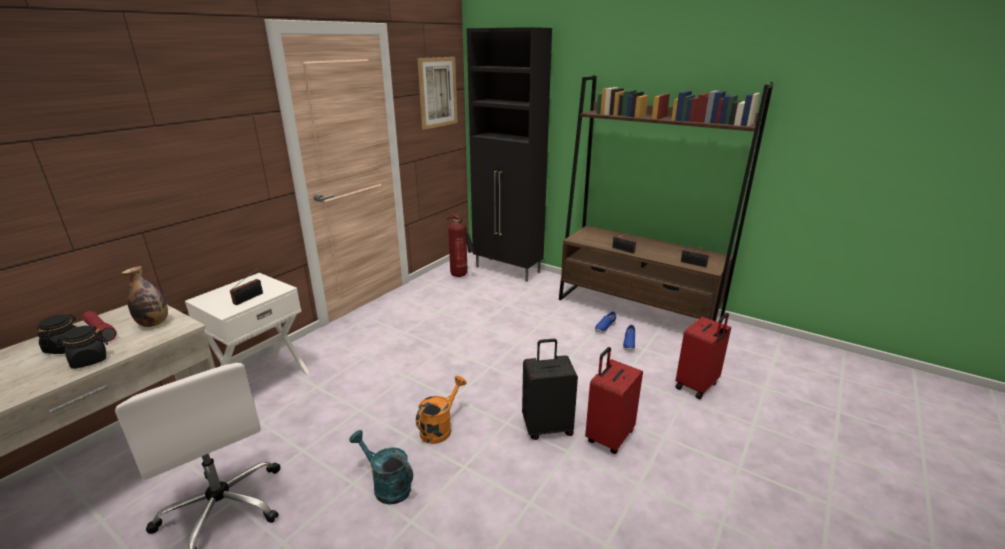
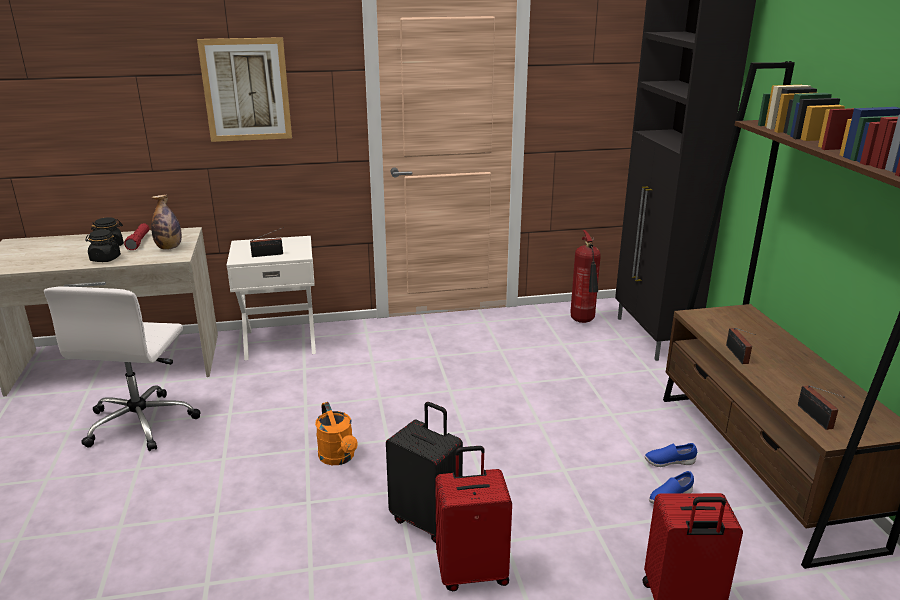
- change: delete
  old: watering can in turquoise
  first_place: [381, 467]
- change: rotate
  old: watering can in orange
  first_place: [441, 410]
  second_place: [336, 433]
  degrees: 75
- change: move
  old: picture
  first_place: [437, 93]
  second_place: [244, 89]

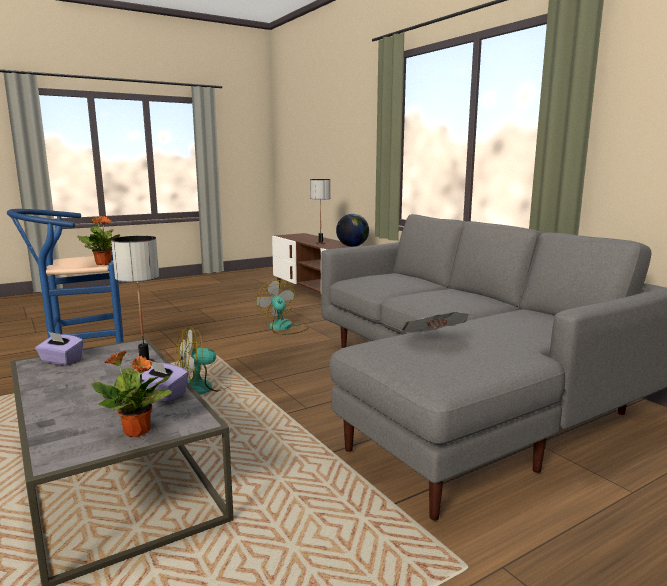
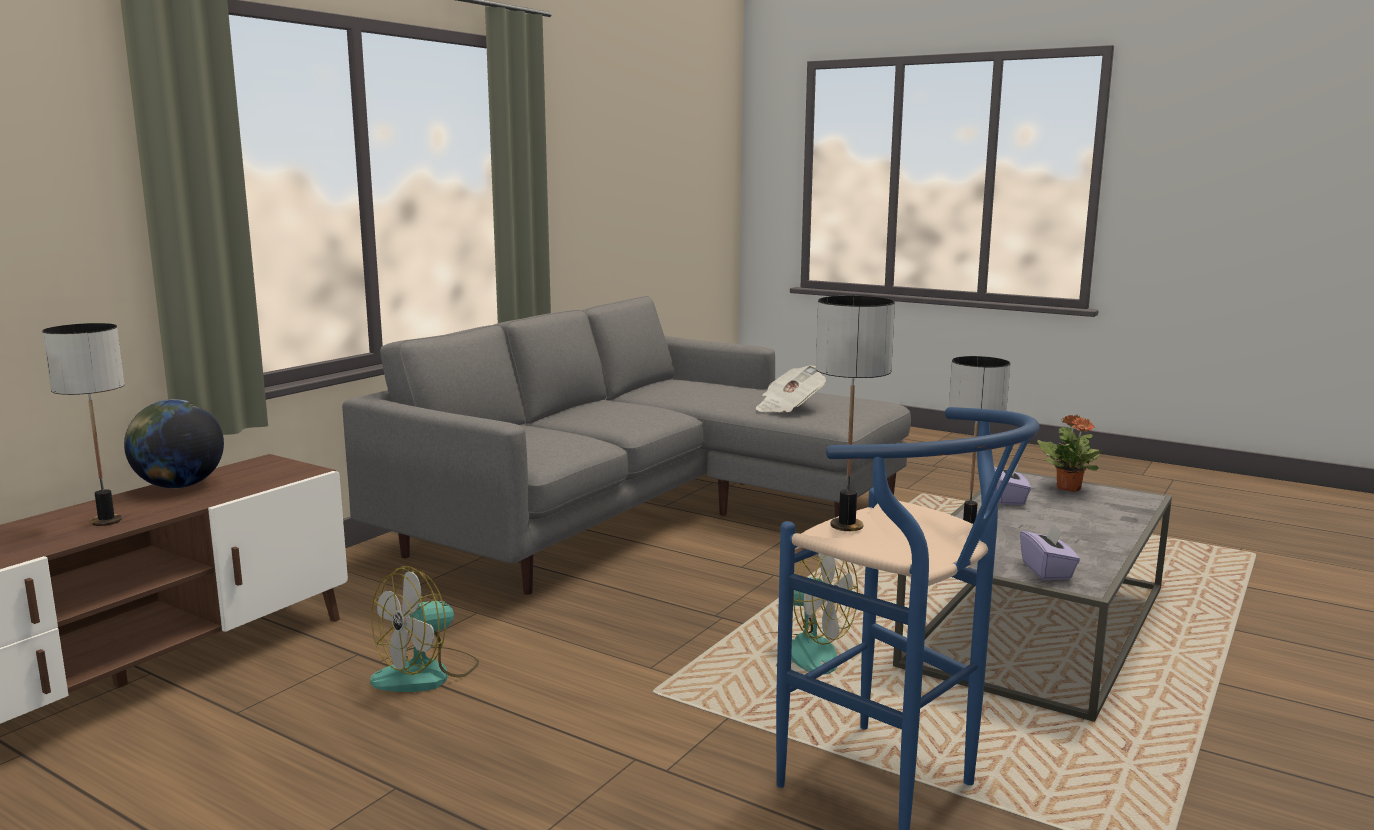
- change: replace
  old: potted plant
  new: table lamp
  first_place: [98, 240]
  second_place: [855, 413]

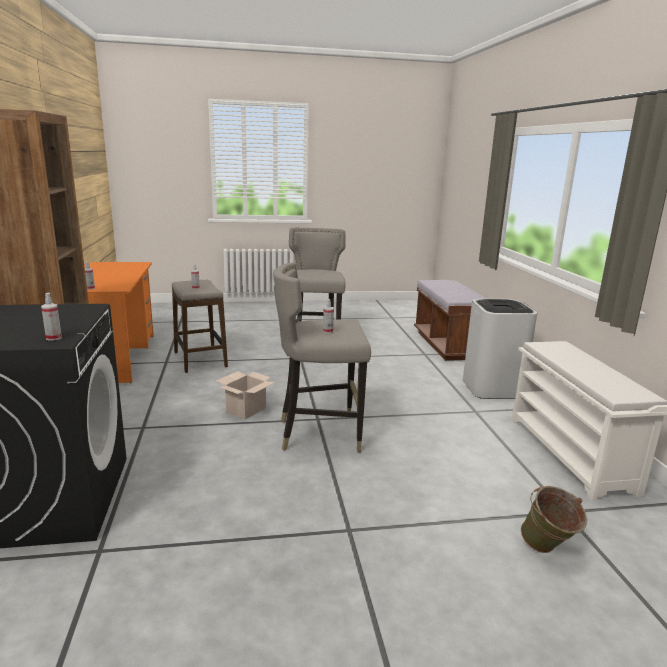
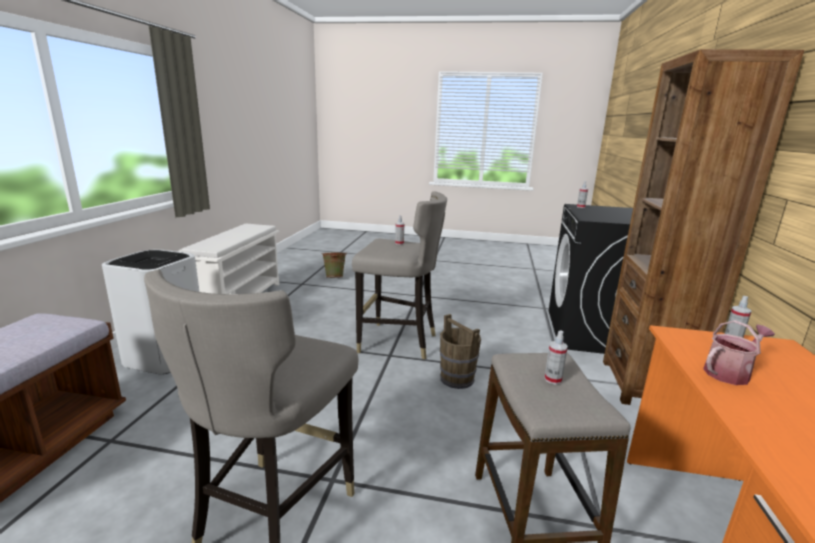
- change: replace
  old: cardboard box
  new: bucket in brown
  first_place: [245, 395]
  second_place: [460, 351]
- change: insert
  new: watering can
  second_place: [739, 352]

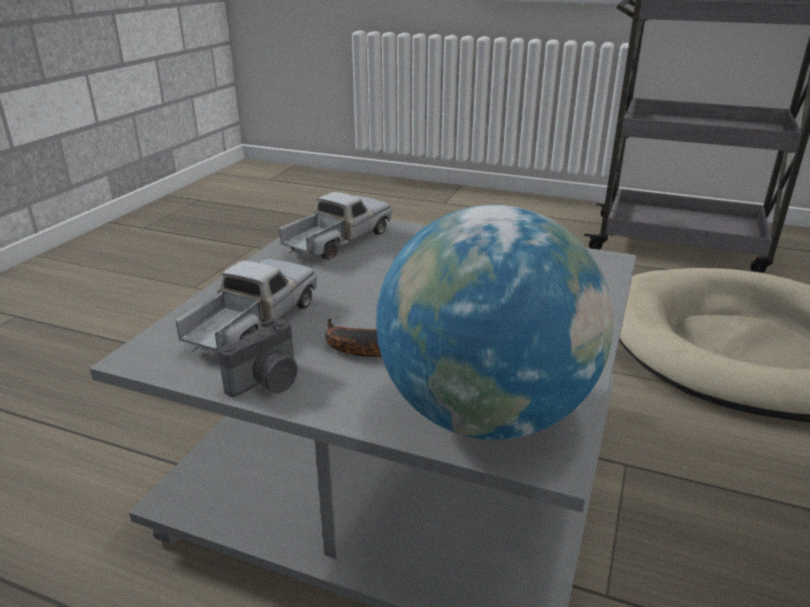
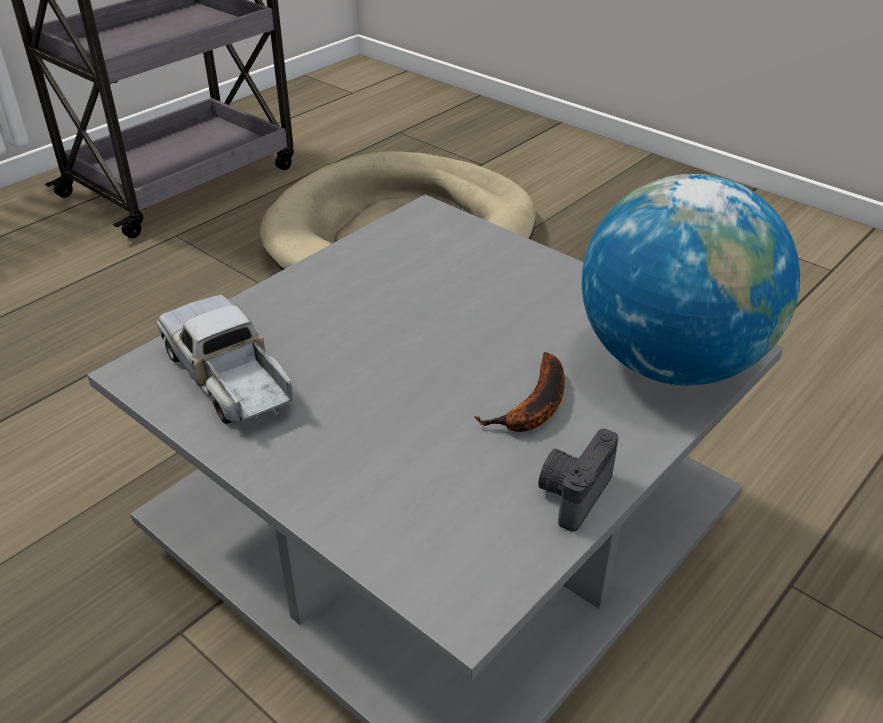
- change: delete
  old: toy truck
  first_place: [246, 307]
- change: rotate
  old: photo camera
  first_place: [258, 357]
  second_place: [578, 480]
  degrees: -120

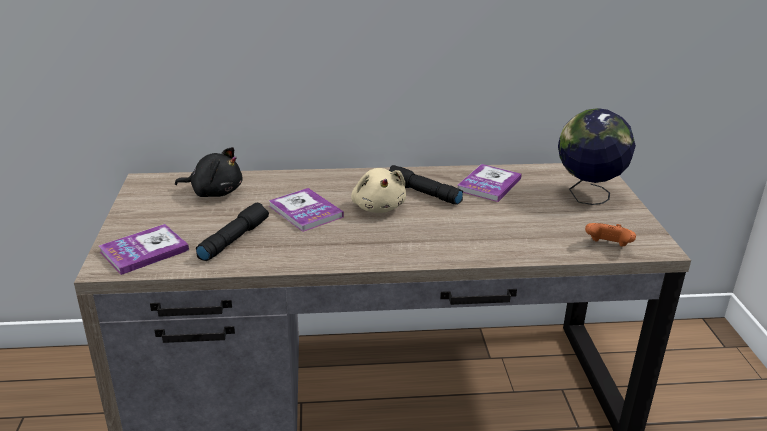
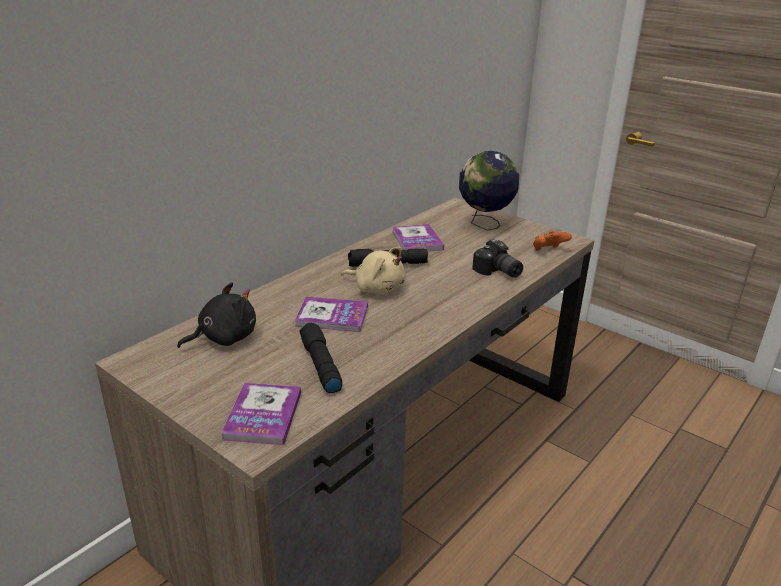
- change: insert
  new: photo camera
  second_place: [497, 258]

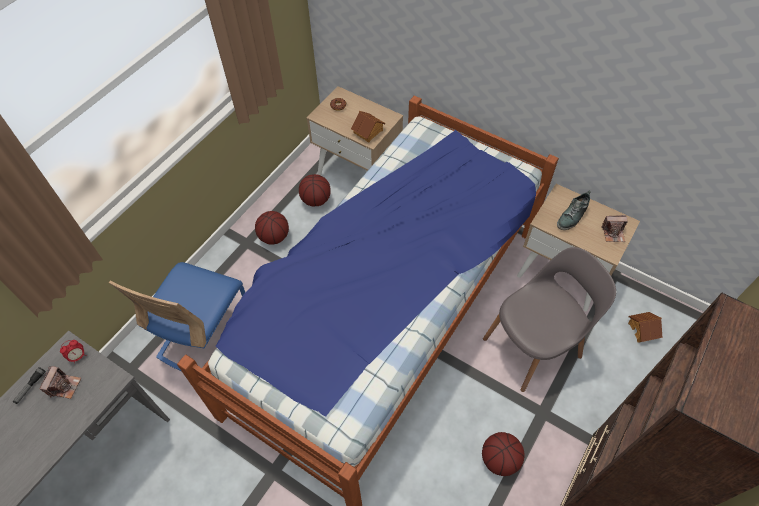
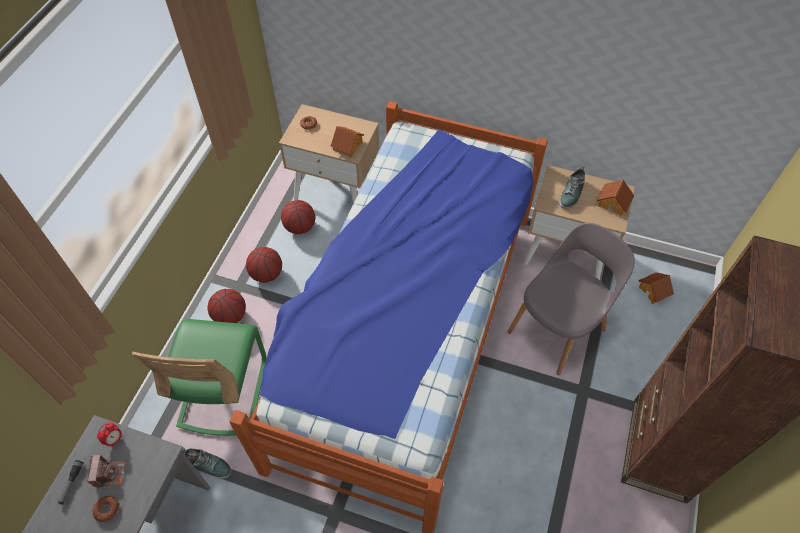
- change: recolor
  old: chair in blue
  new: chair in green
  first_place: [177, 316]
  second_place: [199, 377]
- change: move
  old: basketball
  first_place: [503, 454]
  second_place: [227, 306]
- change: replace
  old: photo camera
  new: toy house
  first_place: [614, 228]
  second_place: [615, 197]
- change: insert
  new: donut
  second_place: [106, 509]
- change: insert
  new: shoe
  second_place: [206, 463]

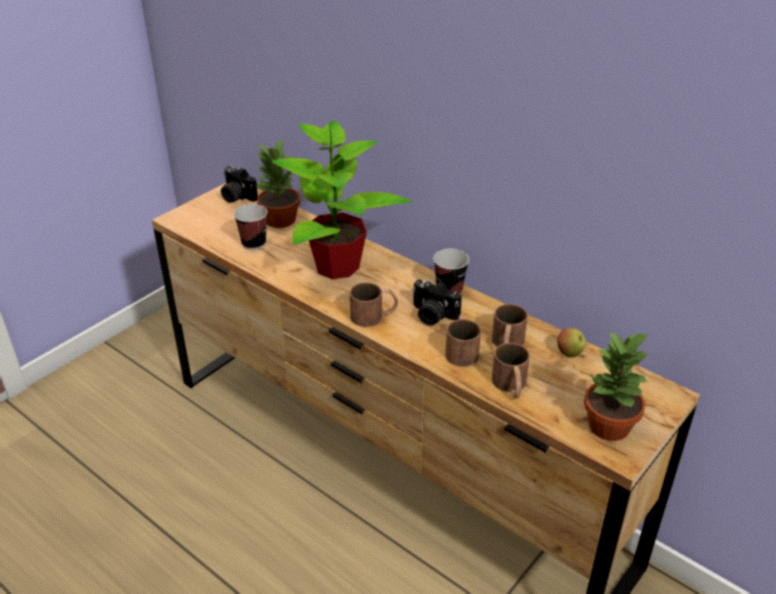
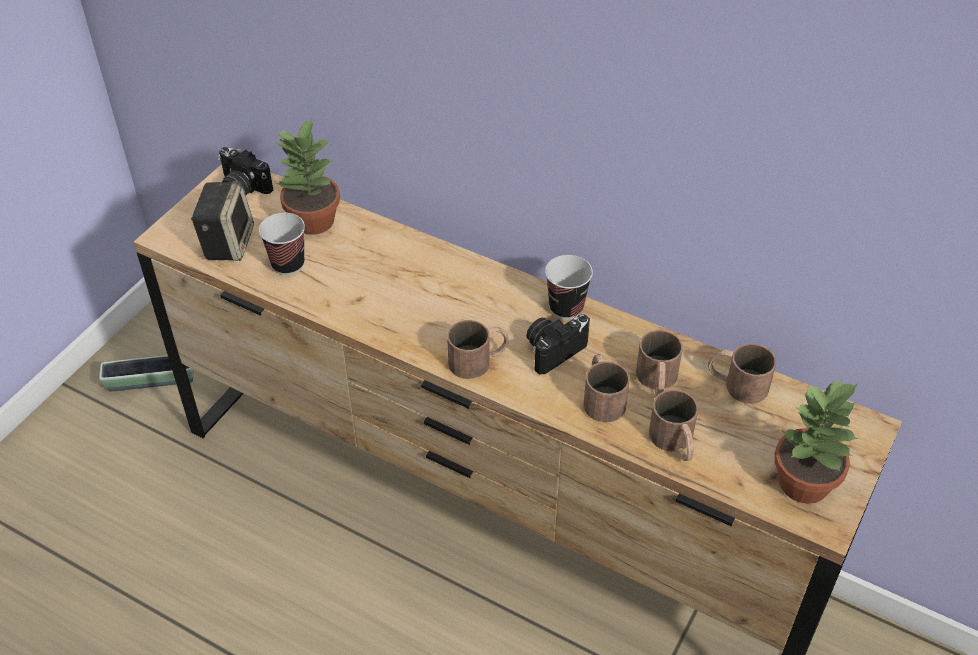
- change: delete
  old: potted plant
  first_place: [342, 200]
- change: rotate
  old: photo camera
  first_place: [437, 303]
  second_place: [558, 344]
  degrees: 120
- change: replace
  old: apple
  new: mug in brown
  first_place: [571, 342]
  second_place: [742, 373]
- change: insert
  new: planter
  second_place: [146, 373]
- change: insert
  new: speaker
  second_place: [222, 221]

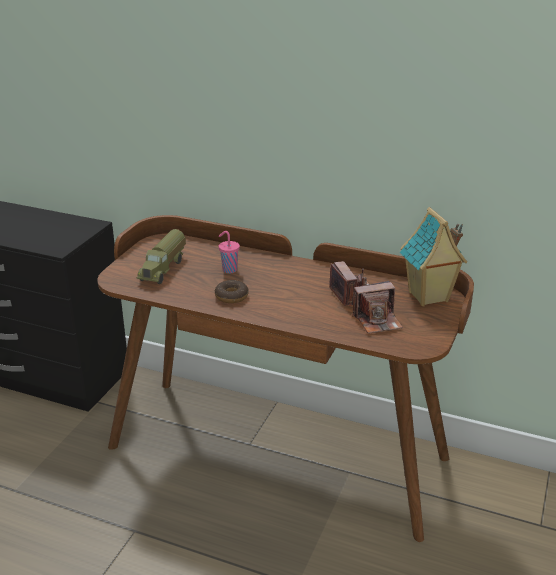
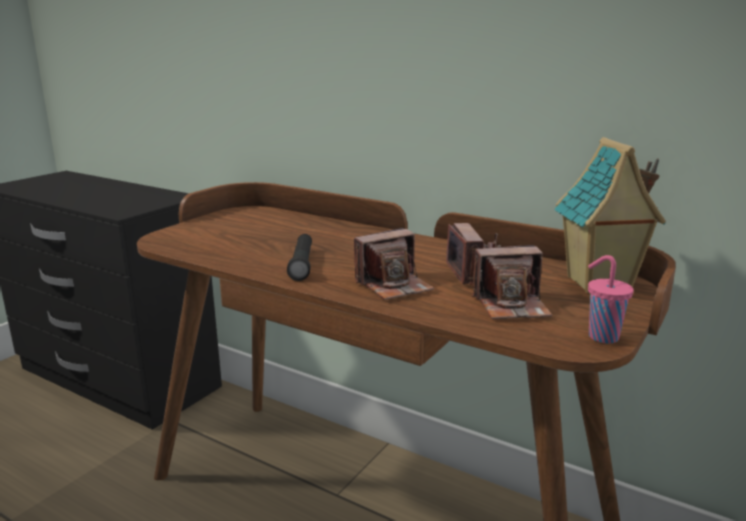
- change: delete
  old: toy truck
  first_place: [161, 256]
- change: replace
  old: donut
  new: flashlight in black
  first_place: [232, 291]
  second_place: [299, 257]
- change: move
  old: cup in pink
  first_place: [229, 252]
  second_place: [611, 299]
- change: insert
  new: photo camera
  second_place: [394, 264]

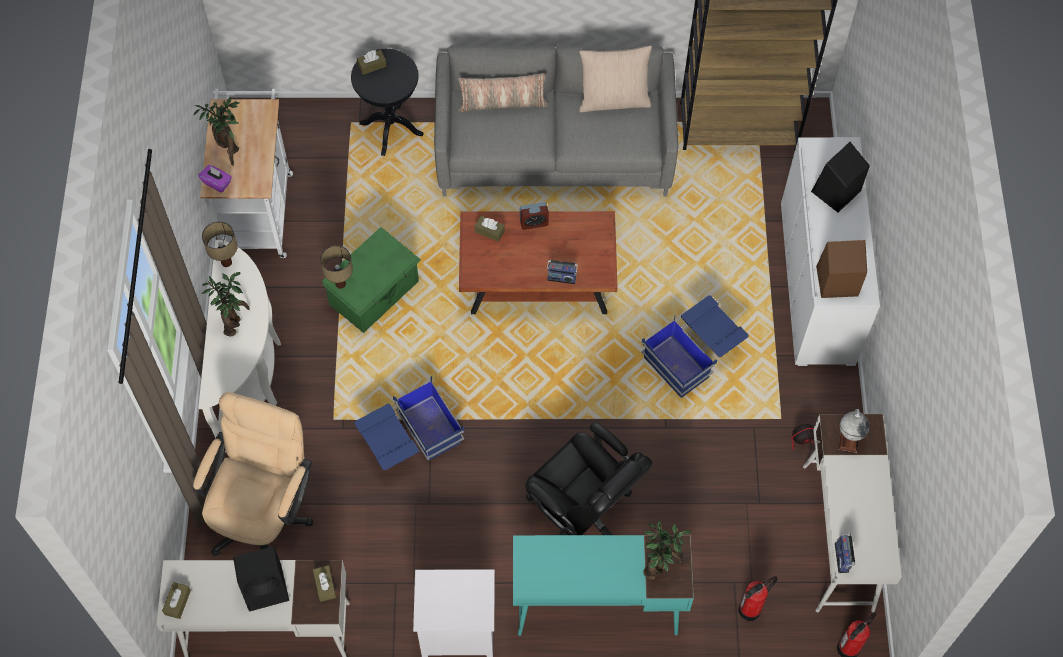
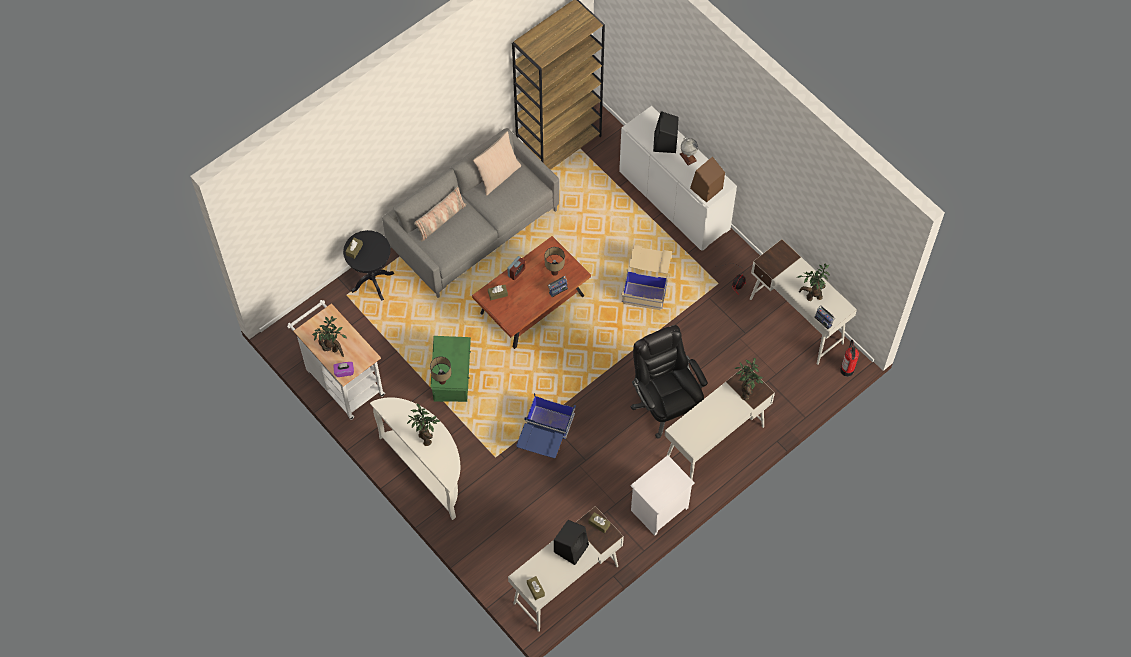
- change: delete
  old: office chair in beige
  first_place: [253, 474]
- change: move
  old: table lamp
  first_place: [220, 244]
  second_place: [554, 261]
- change: recolor
  old: desk in turquoise
  new: desk in white
  first_place: [603, 585]
  second_place: [720, 422]
- change: rotate
  old: office chair in black
  first_place: [589, 478]
  second_place: [668, 382]
  degrees: -120
- change: recolor
  old: storage box in blue
  new: storage box in beige
  first_place: [695, 346]
  second_place: [647, 277]
- change: delete
  old: fire extinguisher
  first_place: [757, 598]
- change: move
  old: globe
  first_place: [854, 431]
  second_place: [689, 151]
- change: insert
  new: potted plant
  second_place: [813, 282]

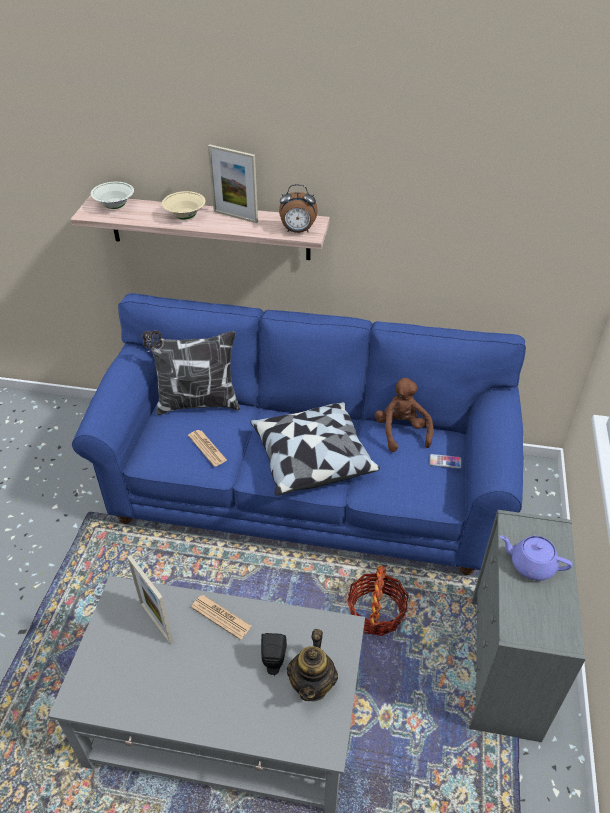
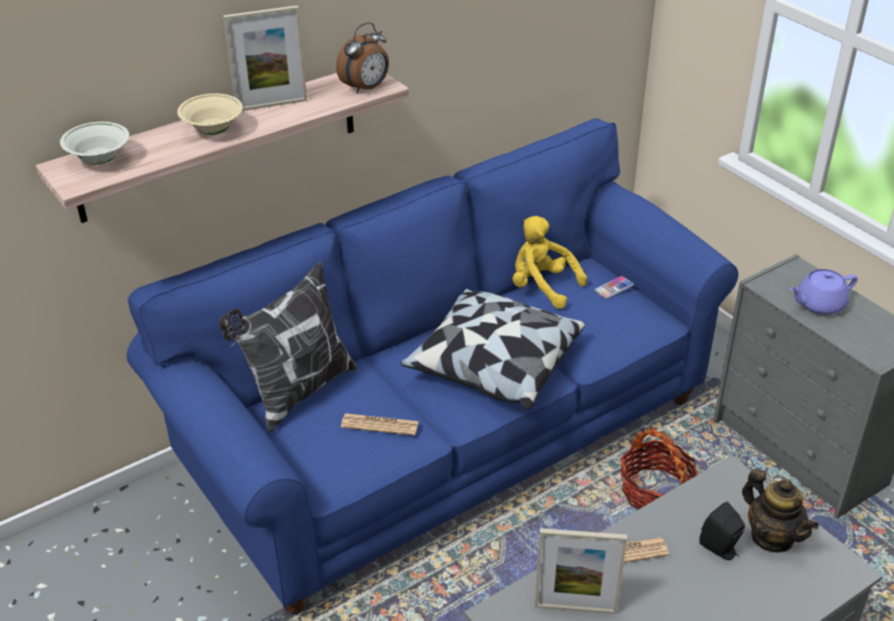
- change: recolor
  old: plush toy in brown
  new: plush toy in yellow
  first_place: [404, 415]
  second_place: [549, 262]

